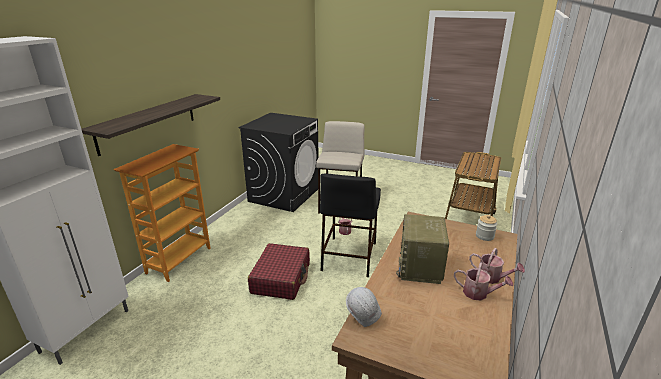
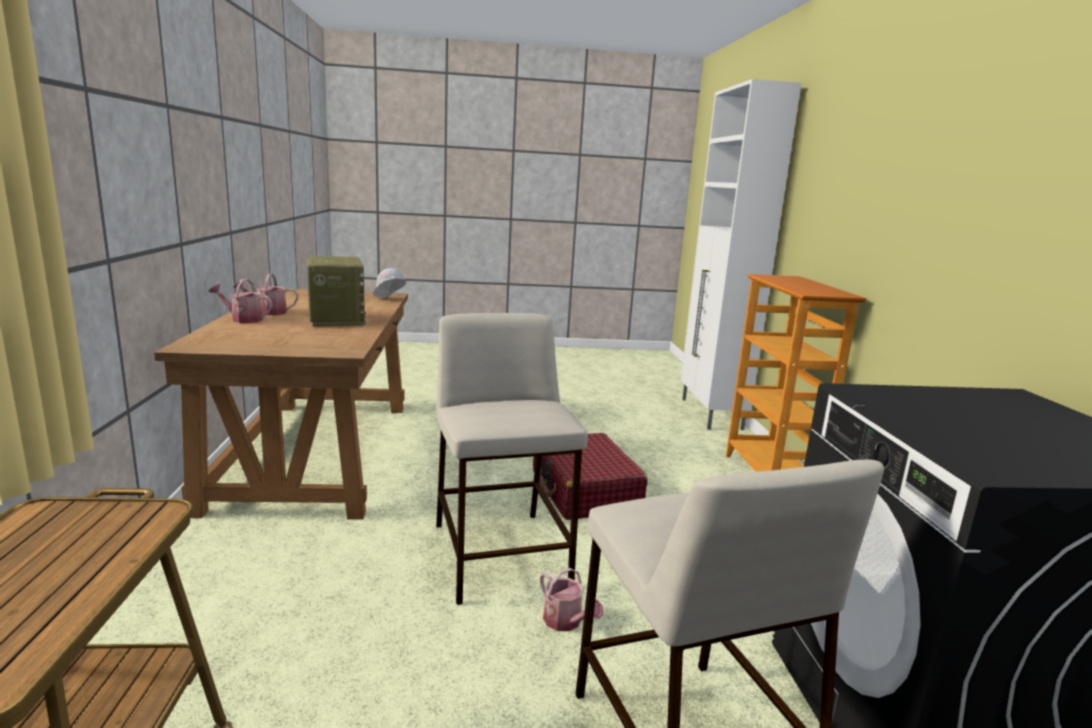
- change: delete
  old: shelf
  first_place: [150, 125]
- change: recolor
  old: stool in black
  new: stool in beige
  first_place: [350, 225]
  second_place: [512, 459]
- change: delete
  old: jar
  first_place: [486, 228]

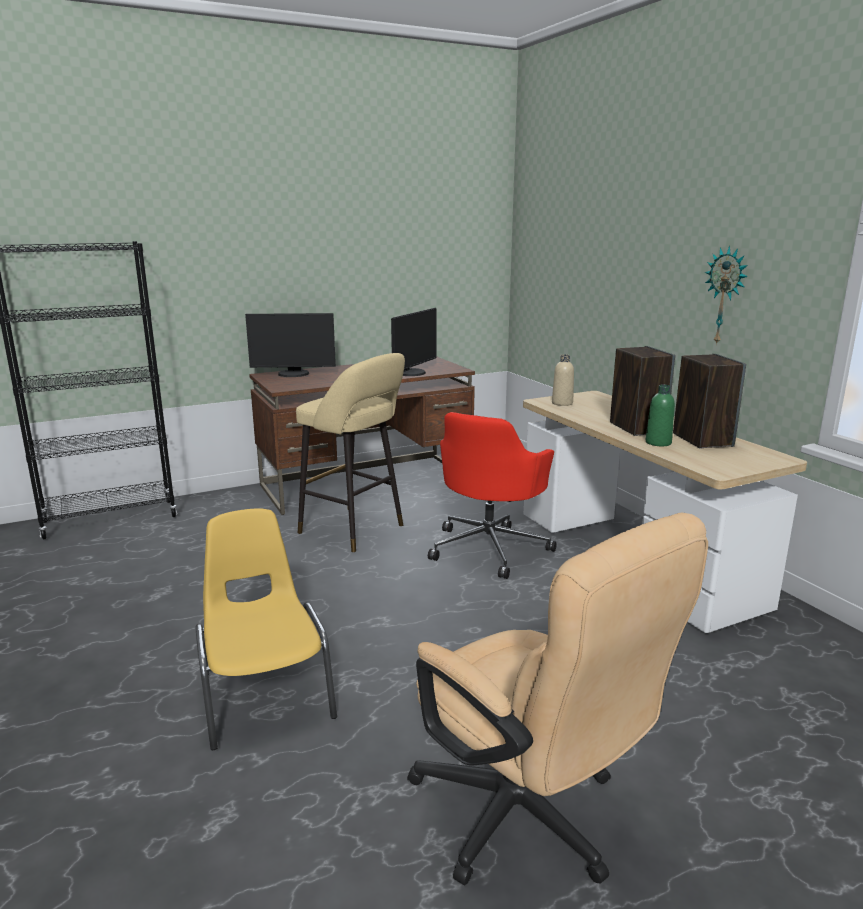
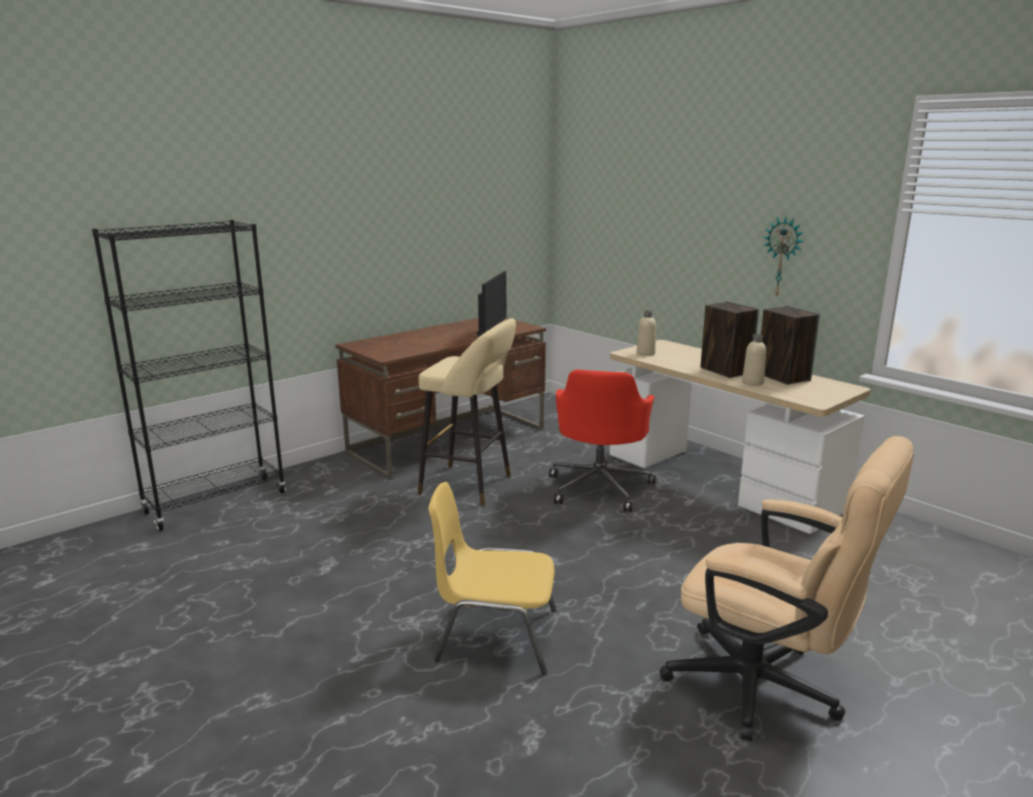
- change: rotate
  old: chair in yellow
  first_place: [266, 629]
  second_place: [492, 578]
  degrees: -45
- change: delete
  old: monitor
  first_place: [290, 345]
- change: recolor
  old: bottle in green
  new: bottle in beige
  first_place: [660, 415]
  second_place: [754, 360]

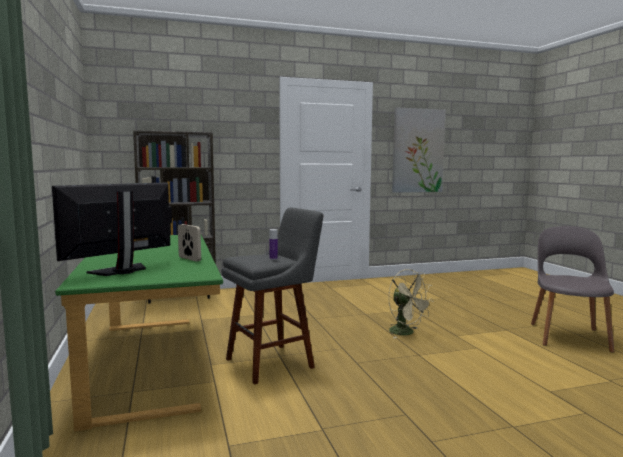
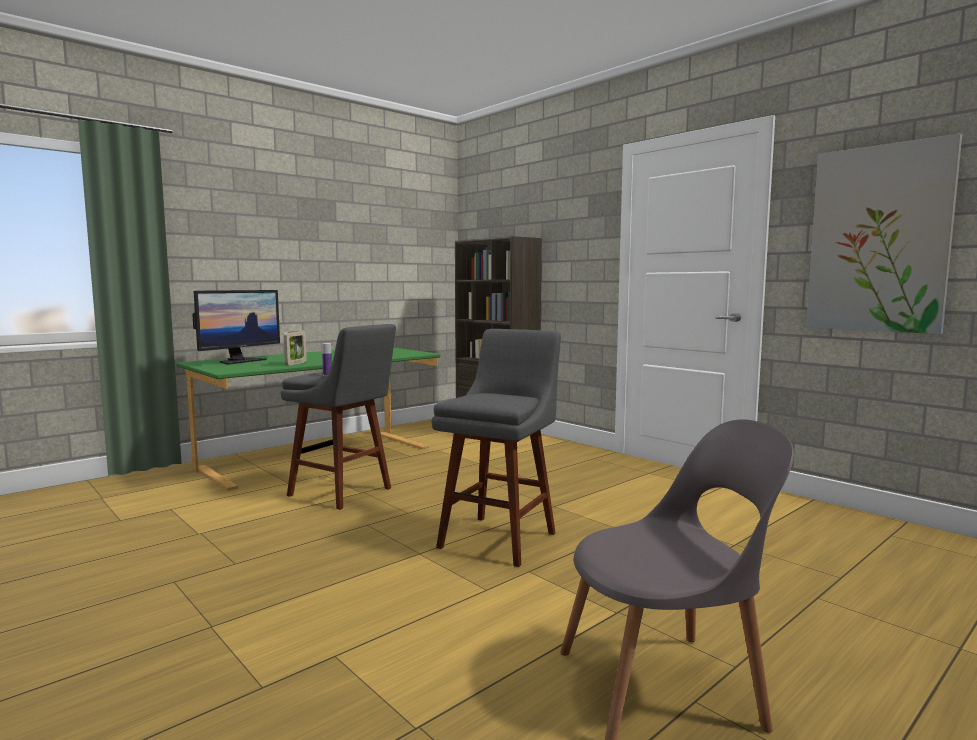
- change: rotate
  old: monitor
  first_place: [112, 229]
  second_place: [236, 327]
  degrees: 105
- change: replace
  old: fan in beige
  new: stool in grey
  first_place: [411, 304]
  second_place: [496, 448]

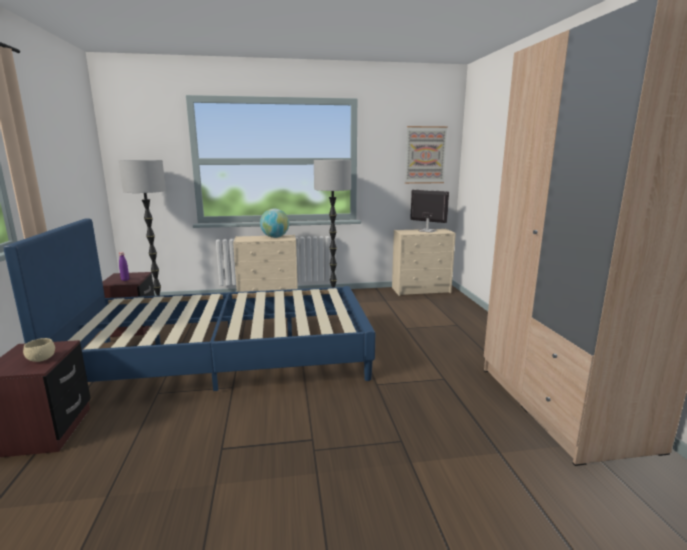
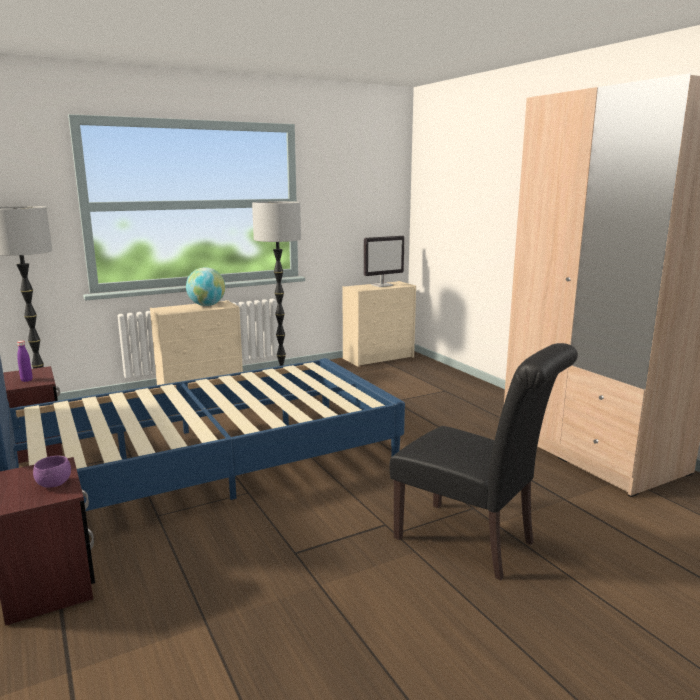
- change: recolor
  old: bowl in beige
  new: bowl in purple
  first_place: [39, 350]
  second_place: [52, 472]
- change: delete
  old: picture
  first_place: [426, 155]
- change: rotate
  old: monitor
  first_place: [429, 211]
  second_place: [384, 261]
  degrees: 135
- change: insert
  new: chair in black
  second_place: [483, 461]

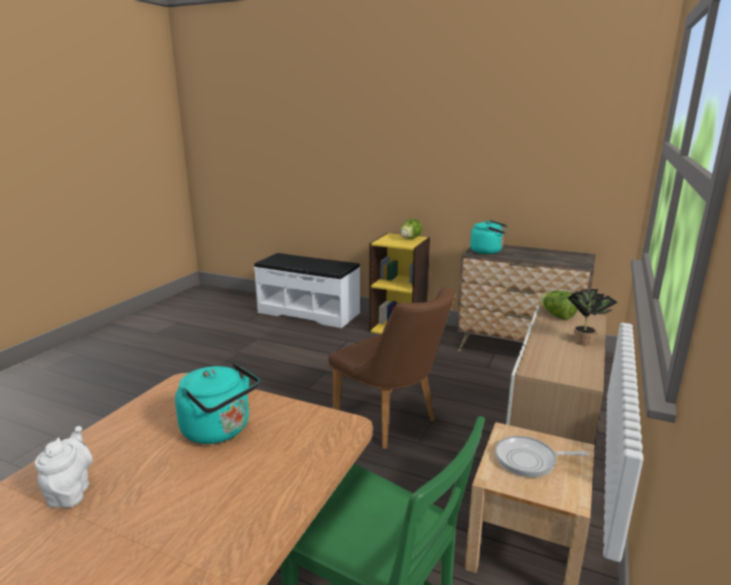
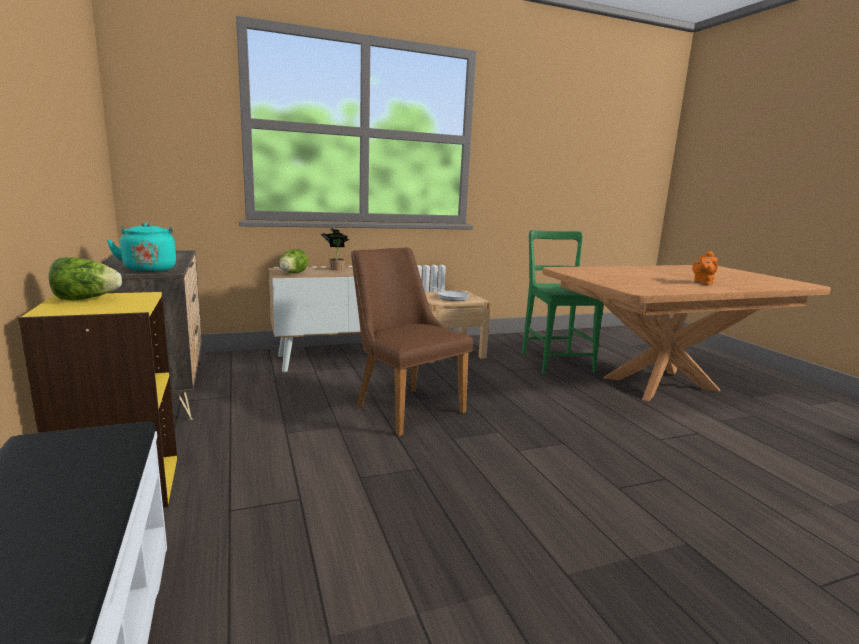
- change: recolor
  old: teapot in white
  new: teapot in orange
  first_place: [64, 467]
  second_place: [705, 268]
- change: delete
  old: kettle in turquoise
  first_place: [217, 403]
- change: rotate
  old: chair in brown
  first_place: [391, 368]
  second_place: [412, 341]
  degrees: -45

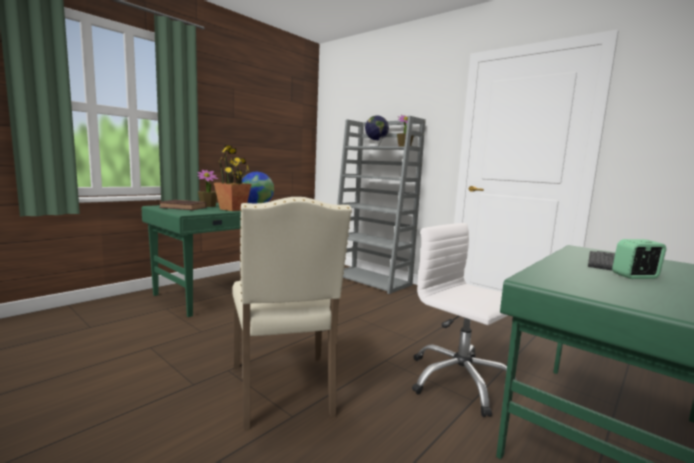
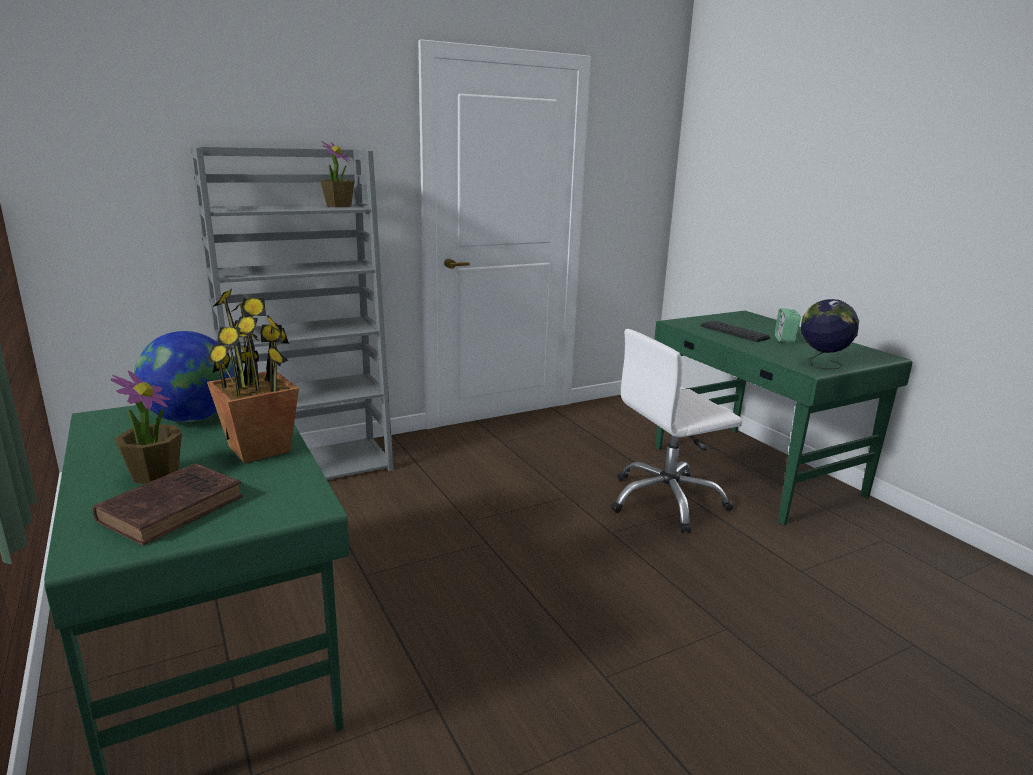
- change: delete
  old: chair in beige
  first_place: [292, 313]
- change: move
  old: globe
  first_place: [377, 129]
  second_place: [830, 334]

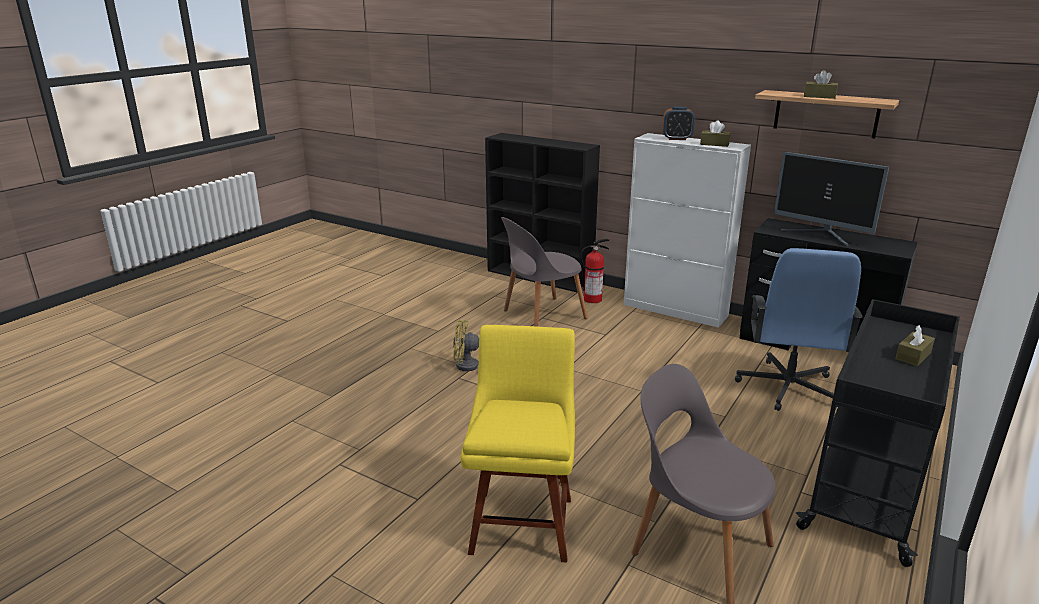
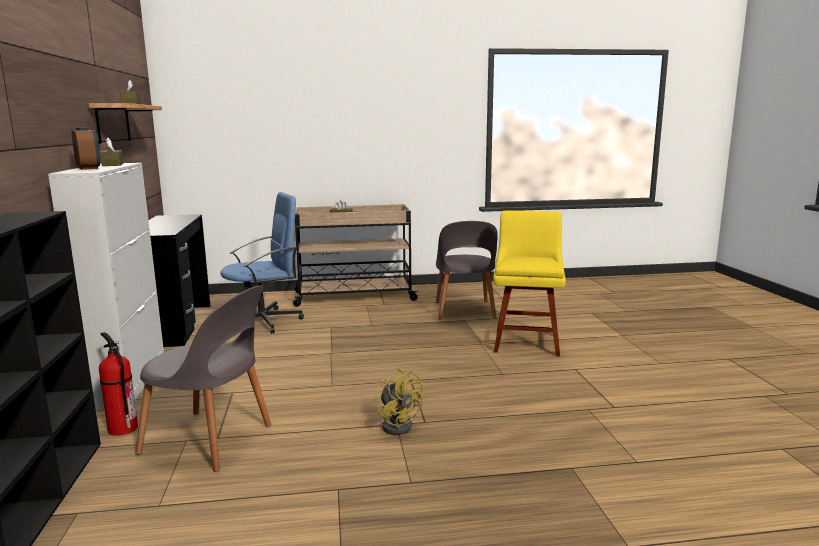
- change: rotate
  old: chair in yellow
  first_place: [518, 444]
  second_place: [529, 283]
  degrees: 135
- change: delete
  old: monitor
  first_place: [831, 199]
- change: recolor
  old: cart in black
  new: cart in beige
  first_place: [878, 433]
  second_place: [355, 255]

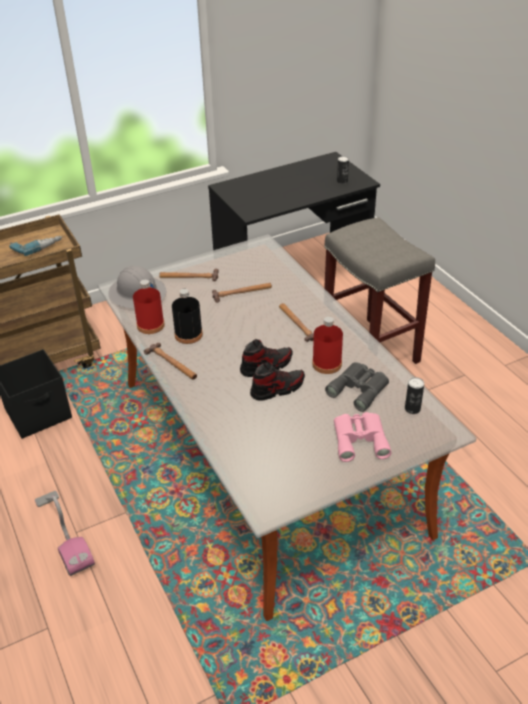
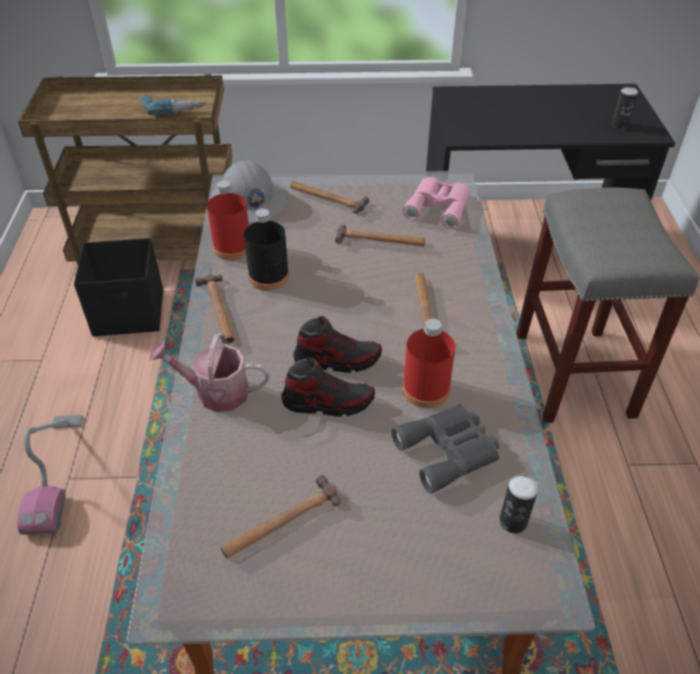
- change: move
  old: binoculars in pink
  first_place: [362, 437]
  second_place: [436, 203]
- change: insert
  new: watering can
  second_place: [209, 372]
- change: insert
  new: hammer
  second_place: [281, 517]

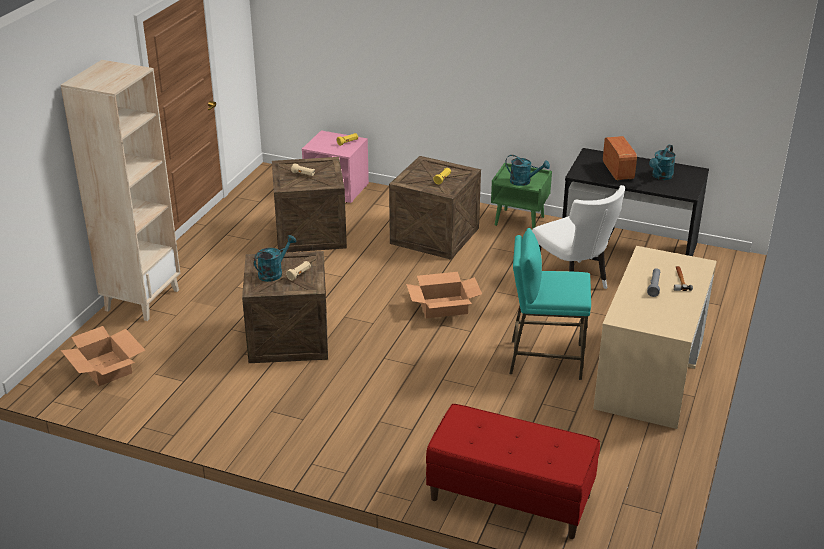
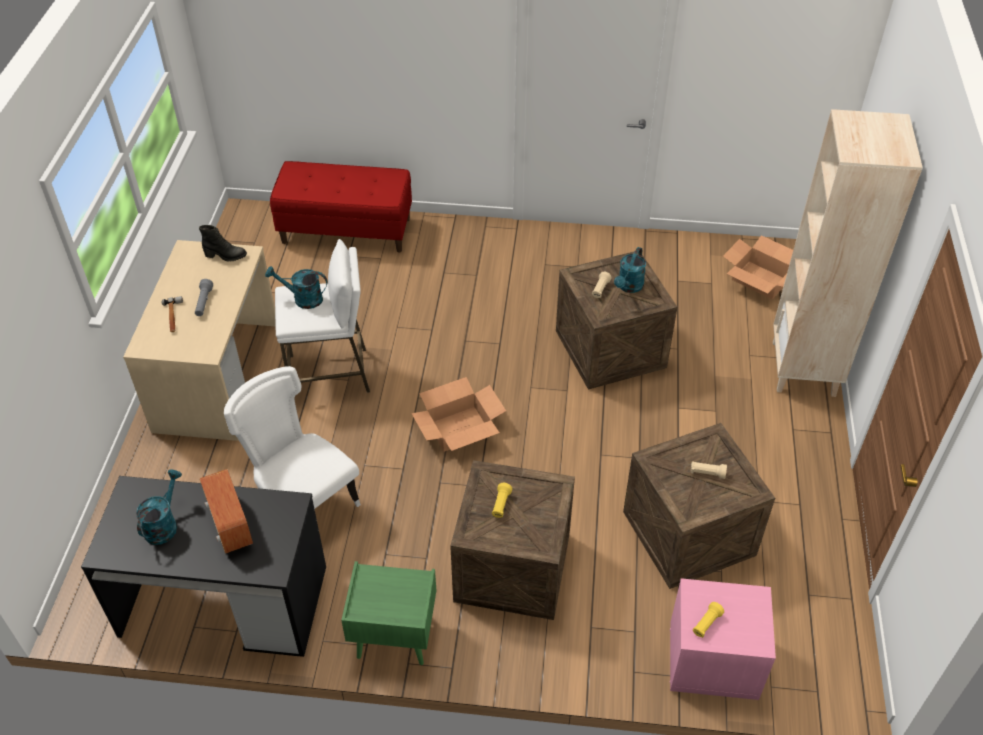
- change: move
  old: watering can in turquoise
  first_place: [527, 170]
  second_place: [296, 287]
- change: recolor
  old: stool in turquoise
  new: stool in white
  first_place: [550, 304]
  second_place: [322, 316]
- change: insert
  new: boot in black
  second_place: [223, 243]

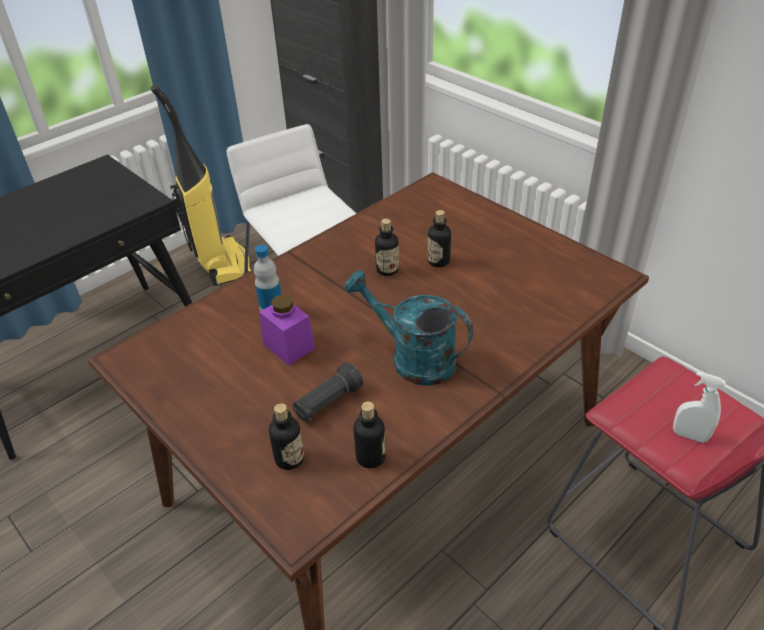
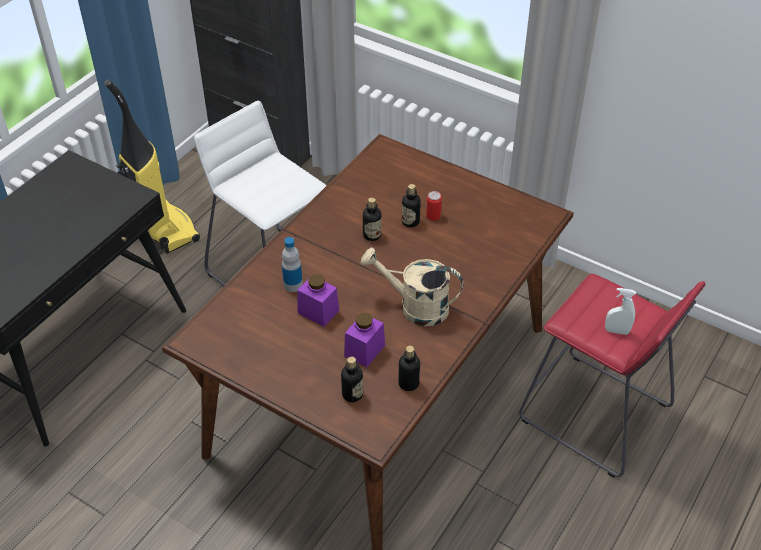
- change: replace
  old: flashlight in black
  new: jar in purple
  first_place: [327, 392]
  second_place: [364, 340]
- change: recolor
  old: watering can in turquoise
  new: watering can in beige
  first_place: [408, 328]
  second_place: [412, 287]
- change: insert
  new: can
  second_place: [434, 206]

